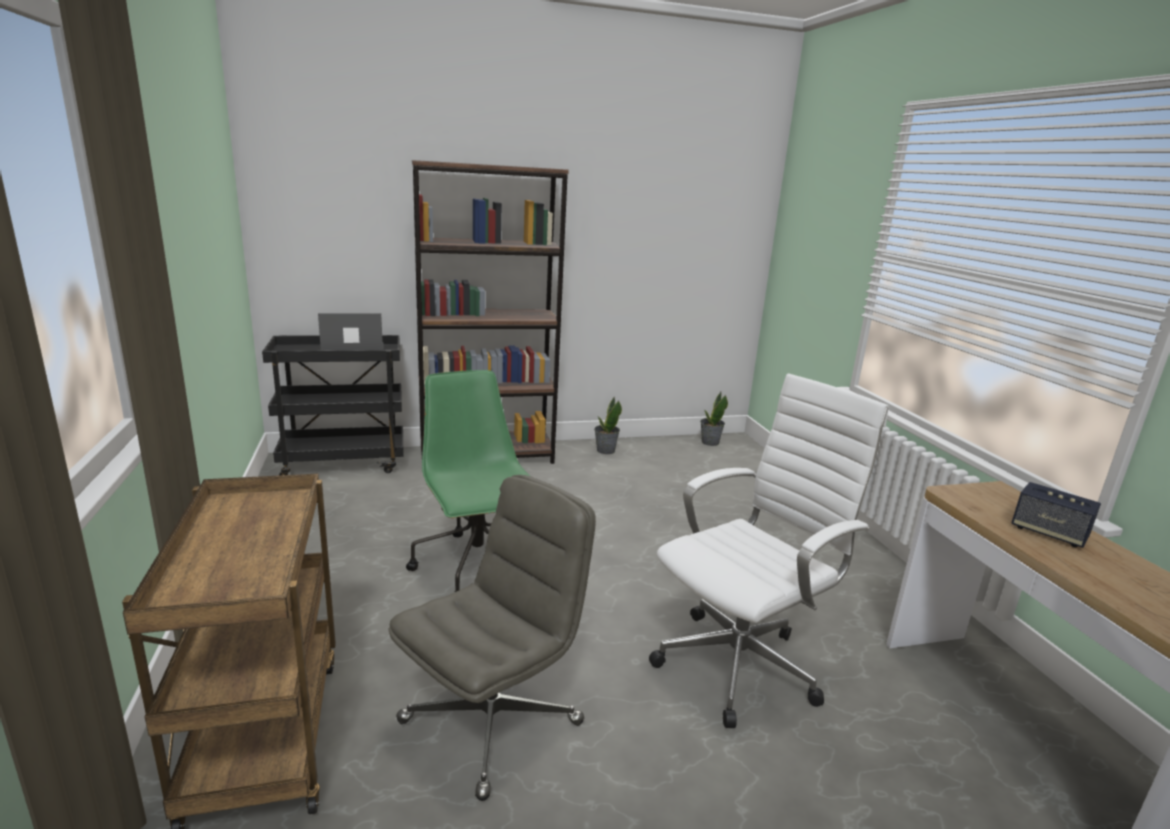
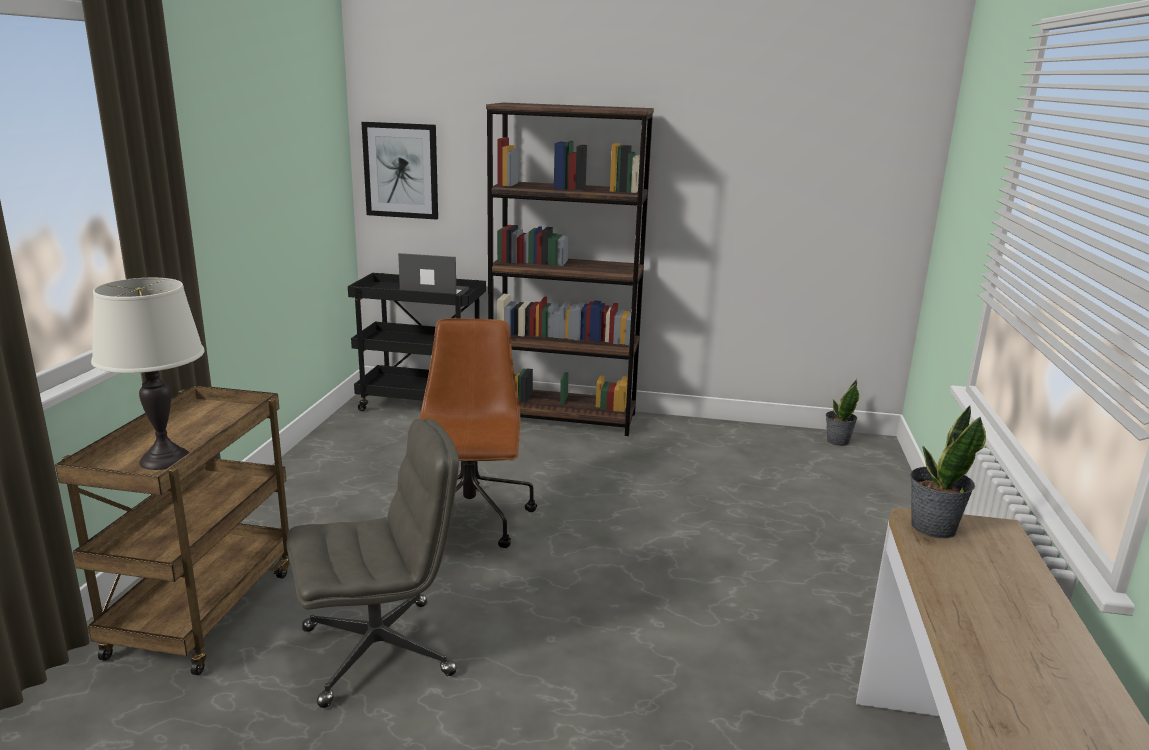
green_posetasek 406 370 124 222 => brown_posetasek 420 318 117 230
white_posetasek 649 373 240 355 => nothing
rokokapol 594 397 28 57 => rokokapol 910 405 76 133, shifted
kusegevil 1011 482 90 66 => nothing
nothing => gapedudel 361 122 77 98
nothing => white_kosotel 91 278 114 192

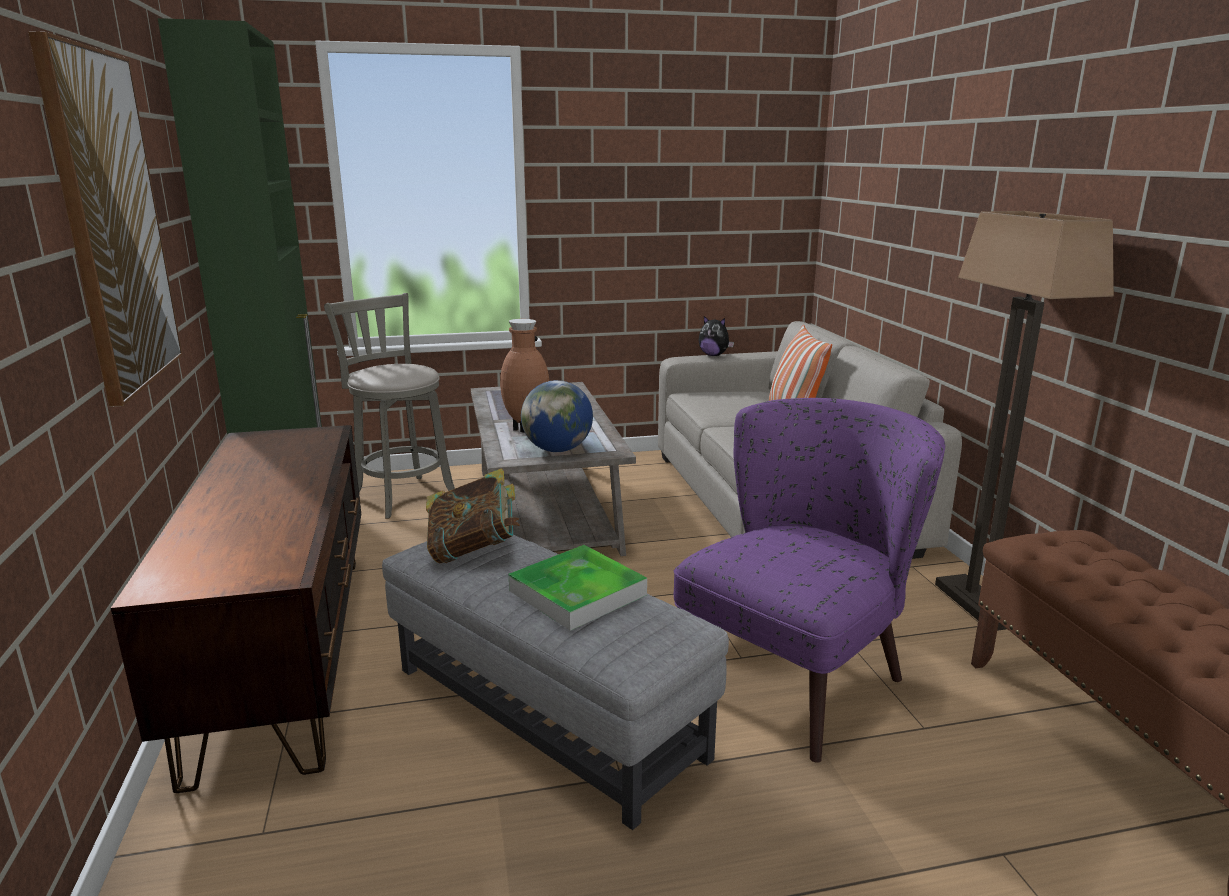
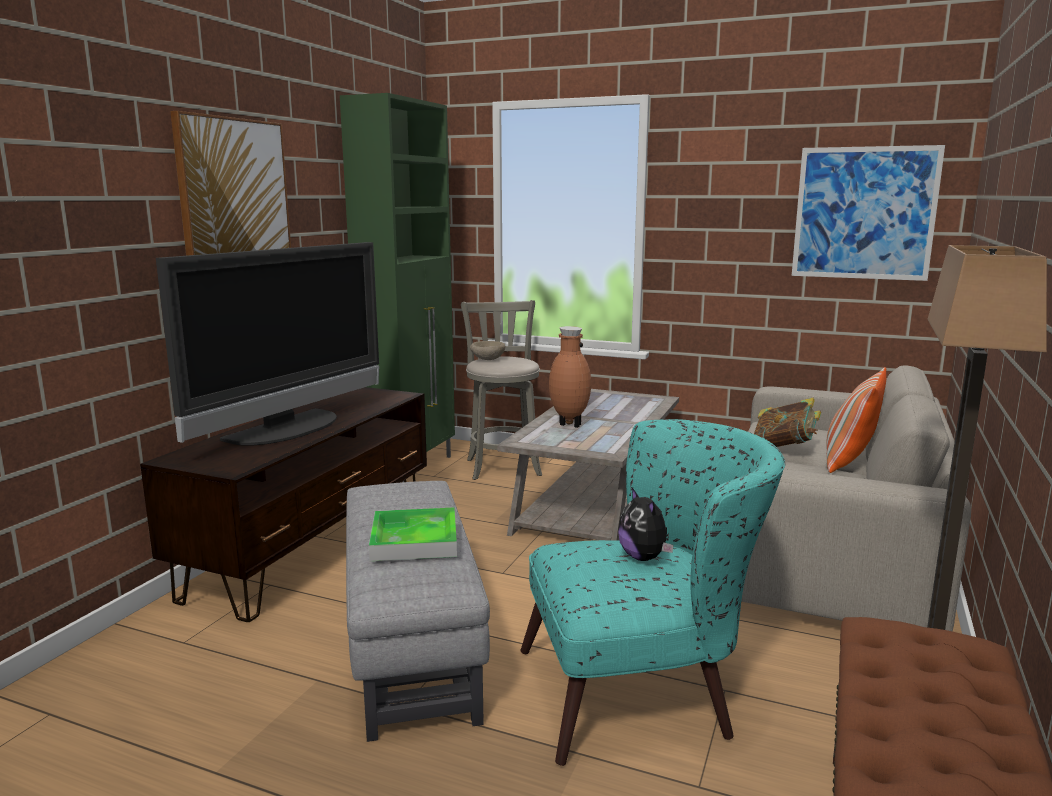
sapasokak 699 316 35 40 => sapasokak 618 488 56 73, shifted
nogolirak 521 380 72 72 => nothing
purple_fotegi 674 398 271 365 => turquoise_fotegi 521 419 264 347
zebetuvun 426 468 94 95 => zebetuvun 754 398 67 49, shifted
nothing => gapedudel 792 145 153 136
nothing => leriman 156 242 223 204
nothing => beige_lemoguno 470 341 35 19

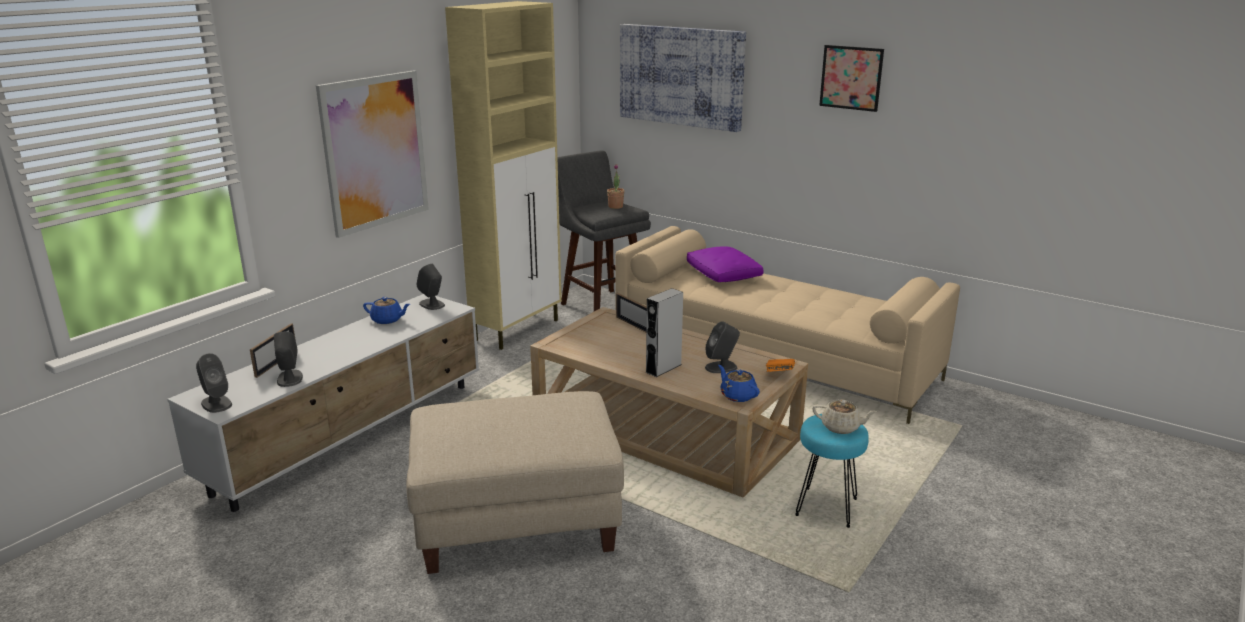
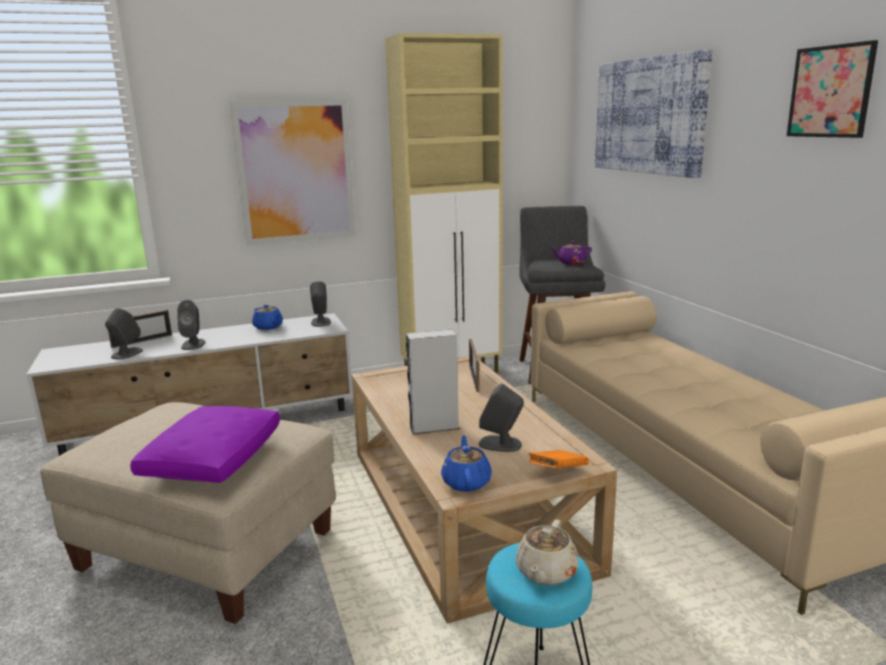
rokokapol 607 164 17 45 => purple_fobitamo 552 241 40 24
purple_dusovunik 687 246 77 36 => purple_dusovunik 130 406 150 77, shifted
grey_kusegevil 196 353 36 60 => grey_kusegevil 177 300 28 50, shifted
beige_fobitamo 812 399 65 35 => beige_fobitamo 516 519 62 66, 60 degrees clockwise

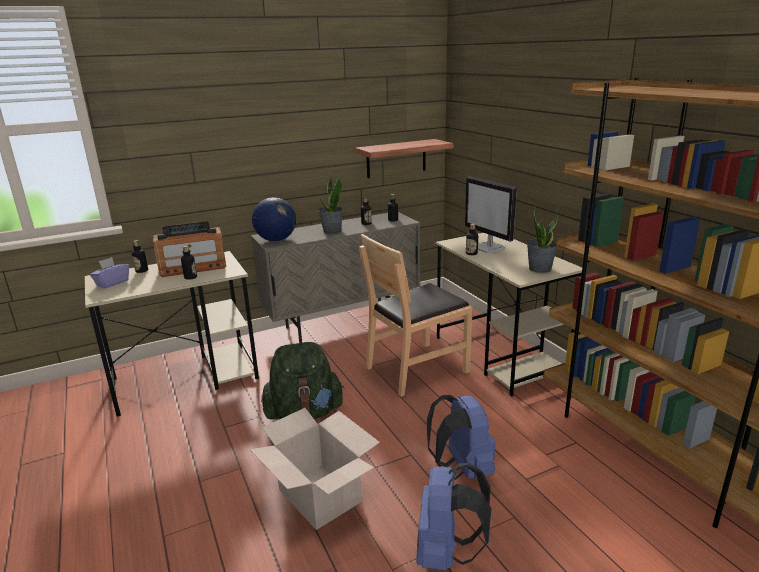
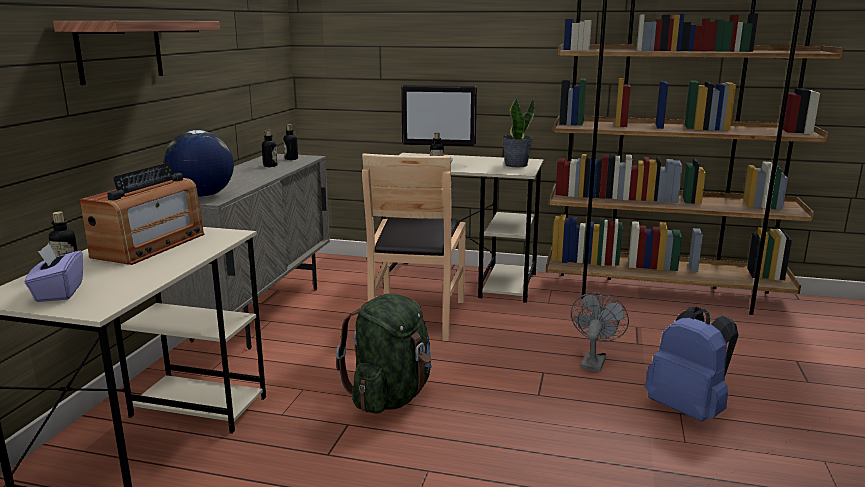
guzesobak 355 139 98 39 => guzesobak 53 21 167 64, shifted
rokokapol 318 176 25 58 => nothing
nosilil 181 246 16 34 => nothing
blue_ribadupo 427 395 68 85 => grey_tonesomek 571 292 58 80
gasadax 250 408 130 122 => nothing

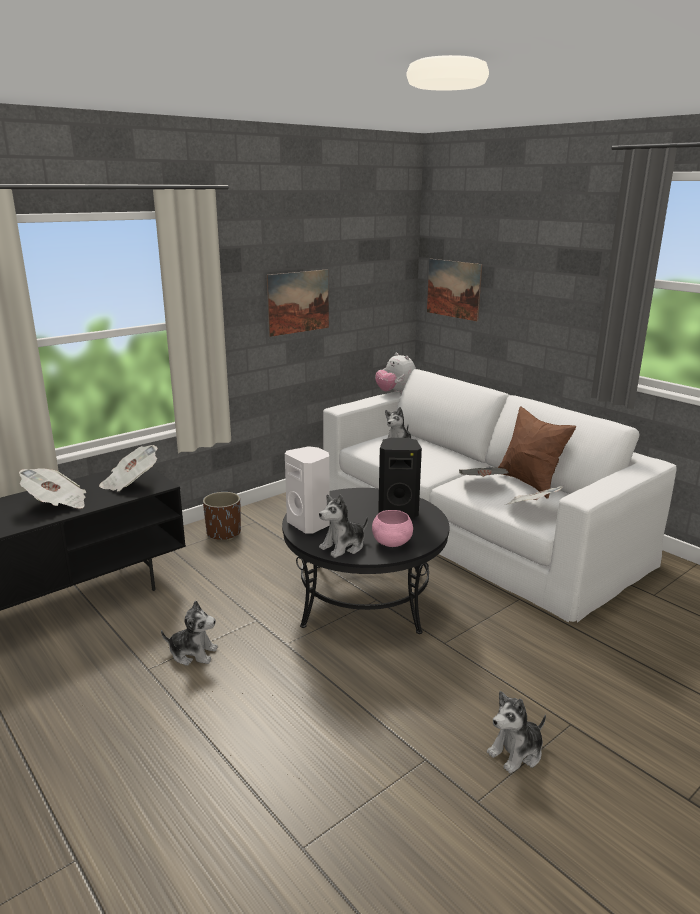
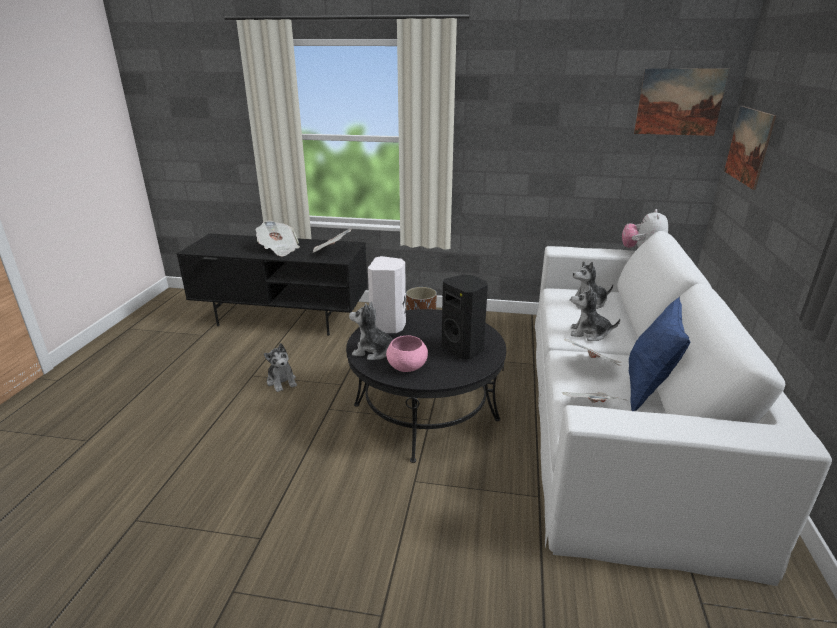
gapedudel 267 269 62 68 => gapedudel 634 68 96 68, shifted
brown_dusovunik 498 406 78 93 => blue_dusovunik 629 297 61 114
sapasokak 487 691 59 83 => sapasokak 571 287 49 54, shifted

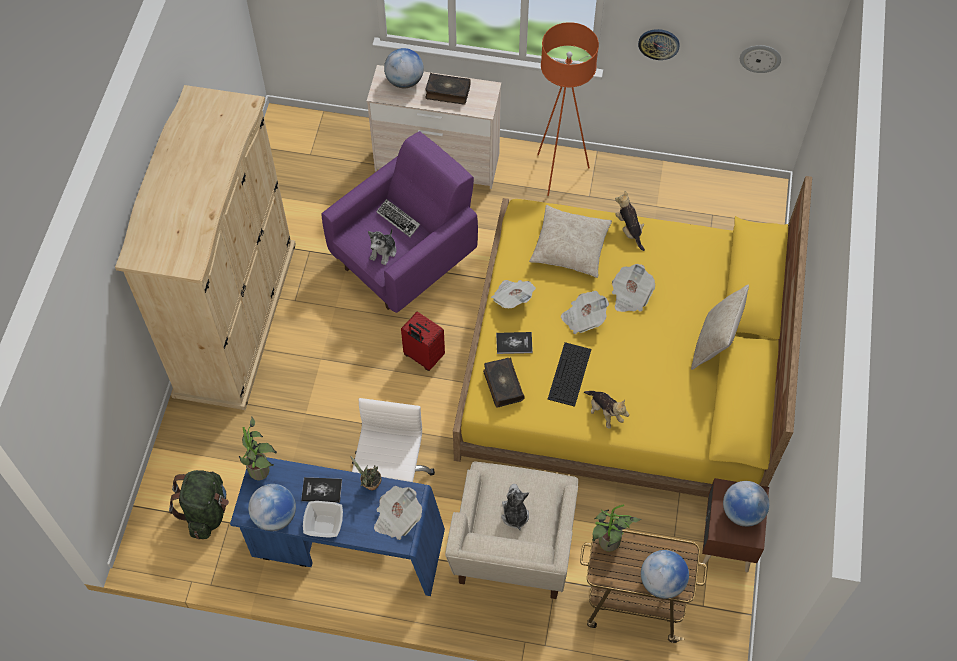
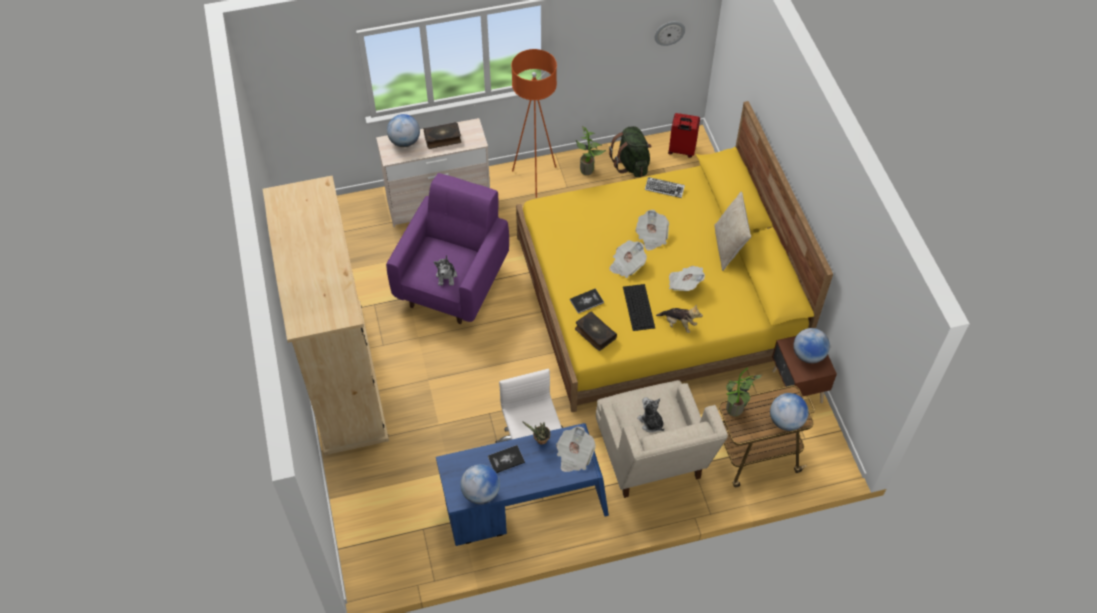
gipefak 638 29 41 31 => nothing
sapasokak 615 191 30 60 => nothing
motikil 376 199 44 38 => motikil 645 177 40 21, shifted
beige_dusovunik 529 205 83 73 => nothing
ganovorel 491 280 45 28 => ganovorel 669 266 36 25, shifted
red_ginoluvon 401 312 44 59 => red_ginoluvon 668 113 32 45, shifted
rokokapol 239 416 38 64 => rokokapol 576 126 30 49, shifted
green_ribadupo 169 470 60 69 => green_ribadupo 609 126 43 51, shifted
lemoguno 303 501 40 37 => nothing

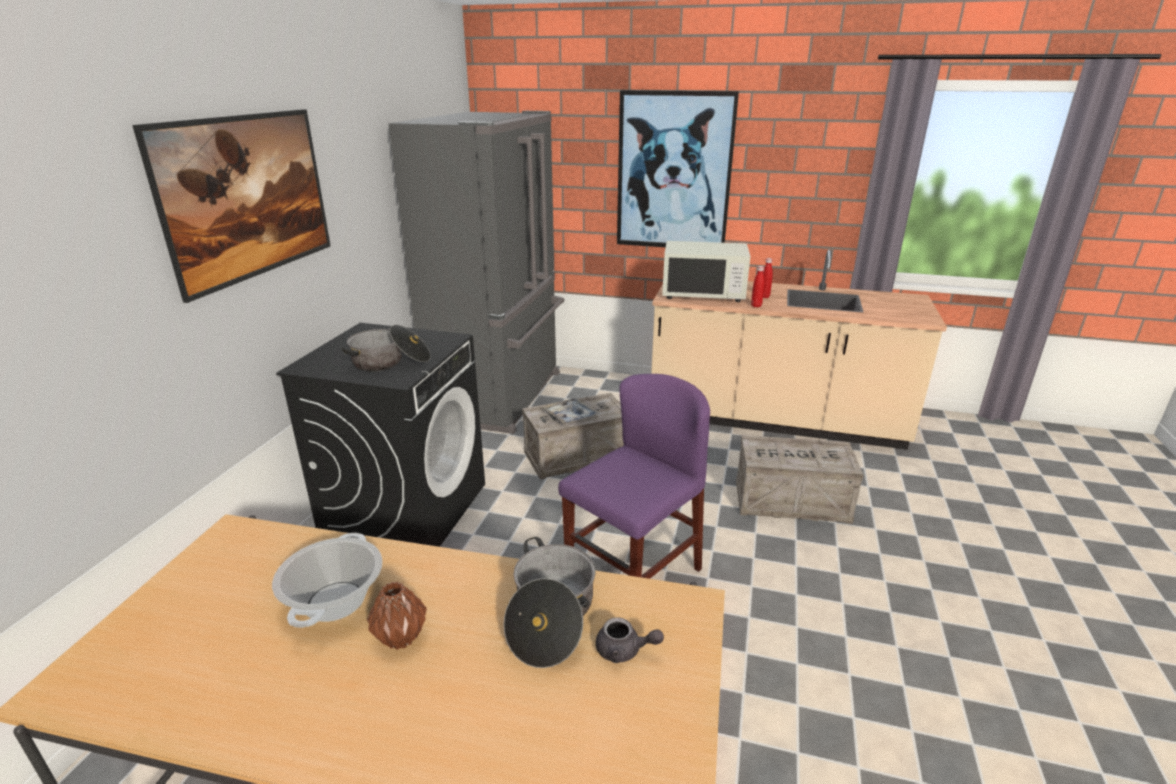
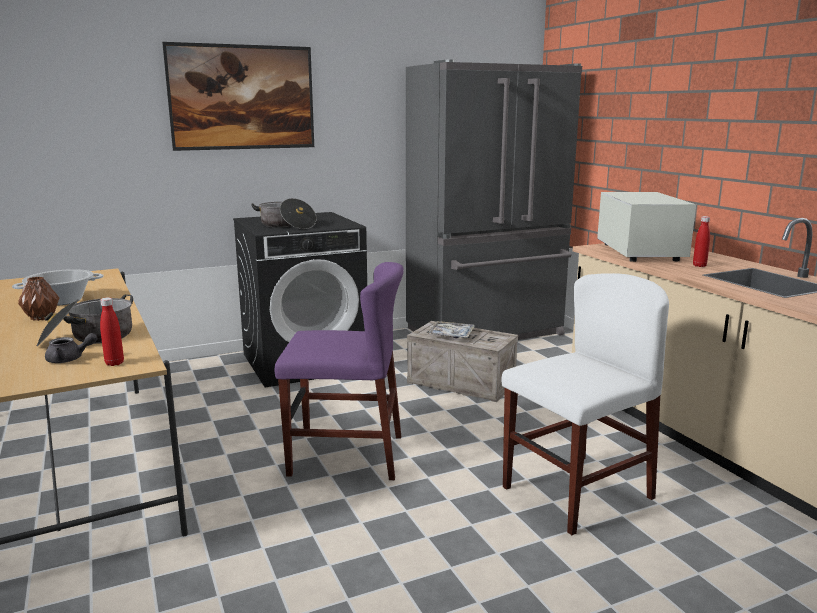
gapedudel 617 90 122 157 => nothing
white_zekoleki 662 241 88 61 => white_zekoleki 597 192 99 70, 150 degrees counterclockwise
red_nosilil 751 266 13 42 => red_nosilil 100 298 24 68, shifted
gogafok 736 435 128 89 => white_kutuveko 501 273 168 262
grey_fobitamo 596 617 68 46 => grey_fobitamo 45 333 52 30, 75 degrees counterclockwise

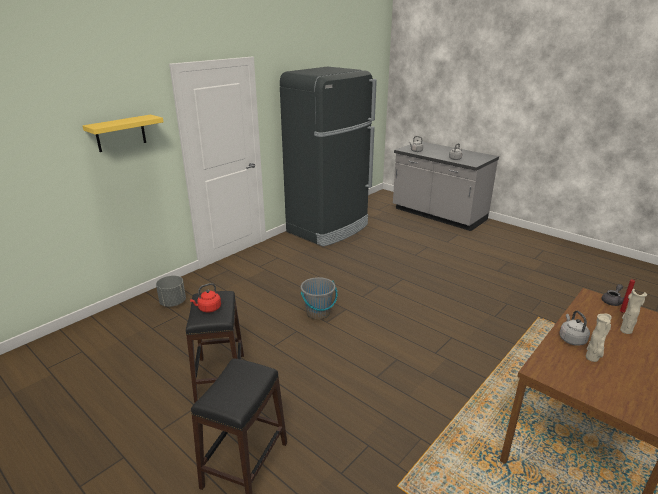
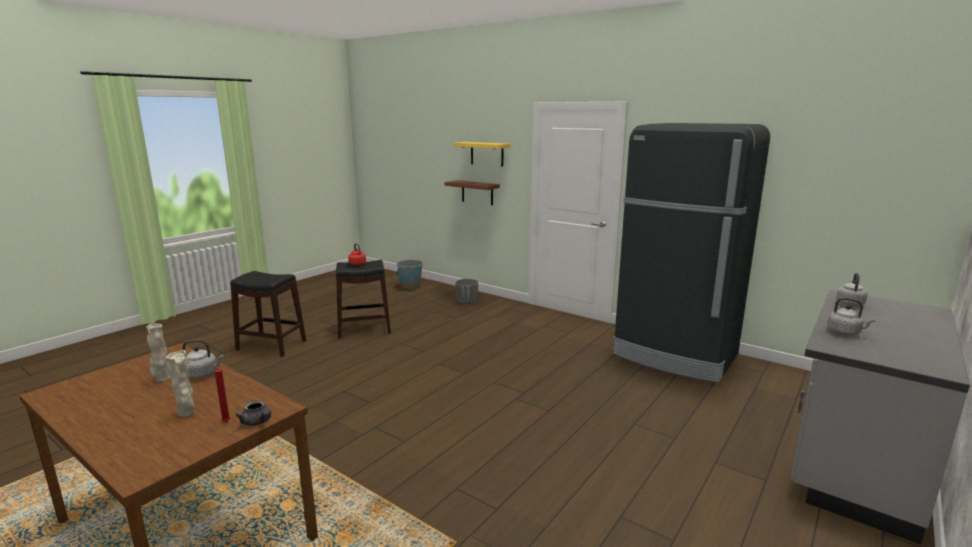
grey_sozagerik 301 277 36 43 => grey_sozagerik 397 260 27 29, shifted
nothing => brown_guzesobak 445 180 55 25

